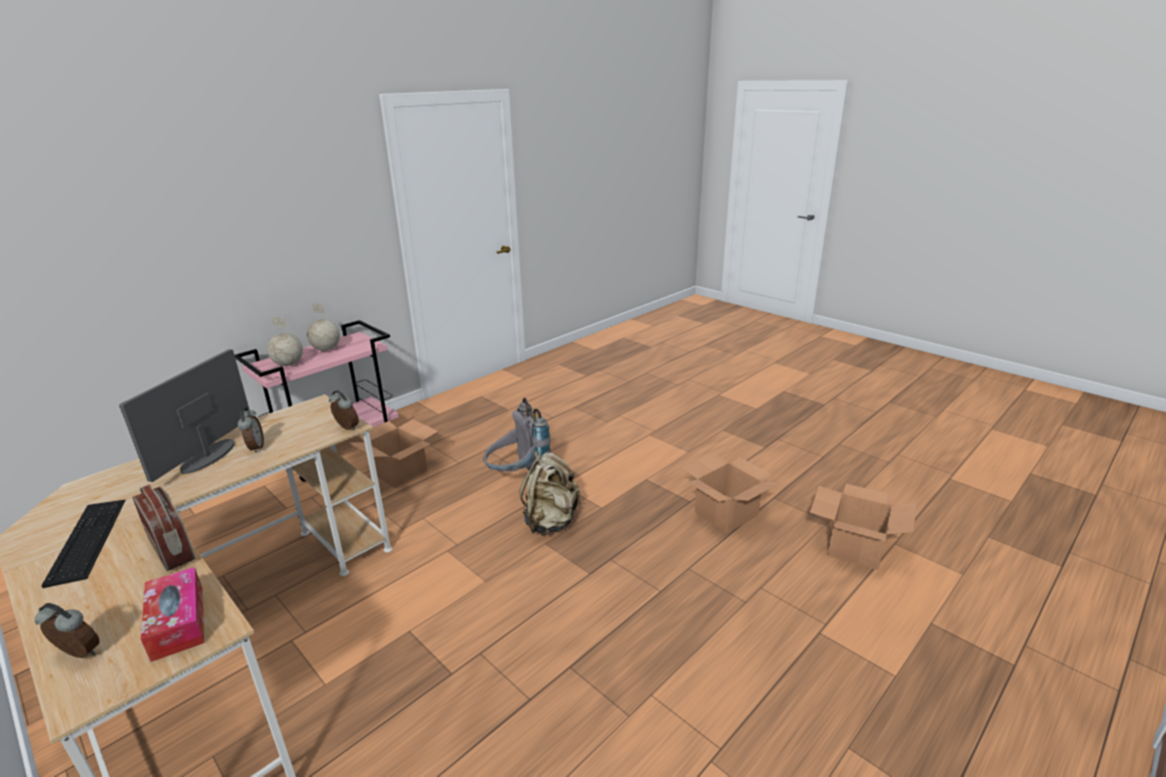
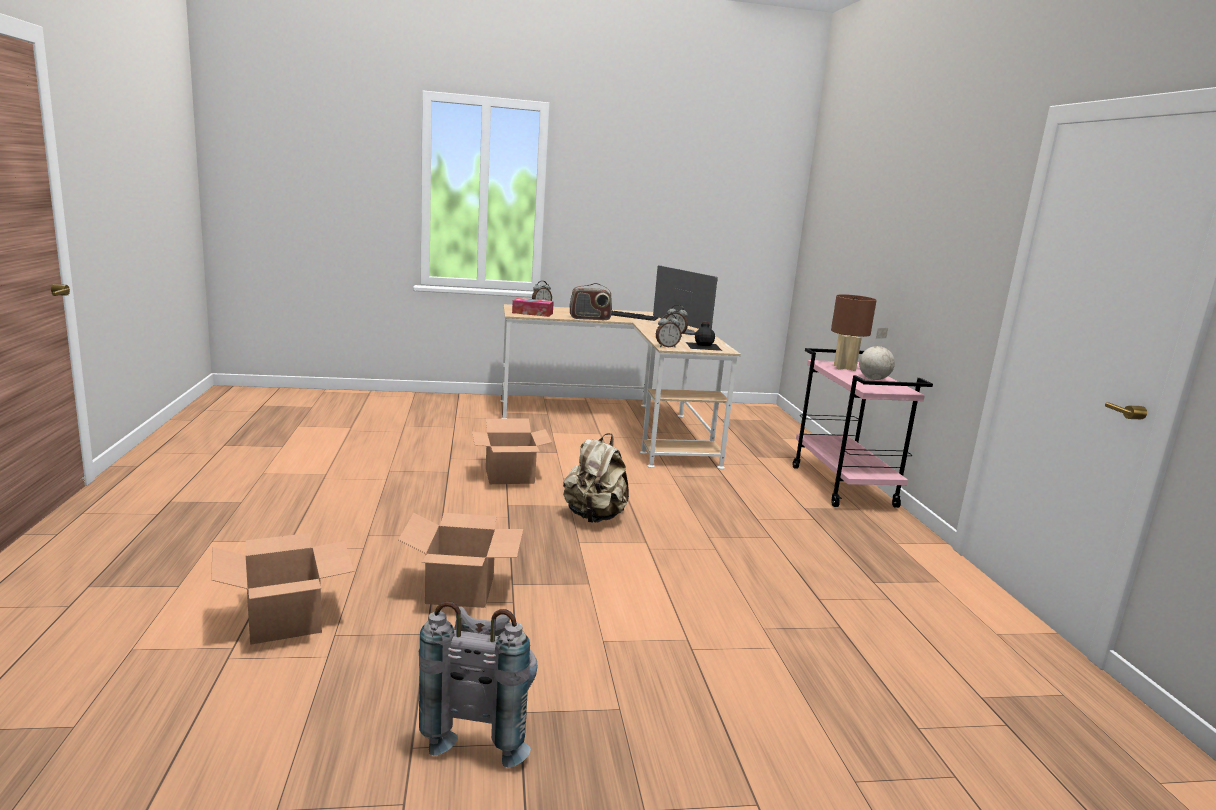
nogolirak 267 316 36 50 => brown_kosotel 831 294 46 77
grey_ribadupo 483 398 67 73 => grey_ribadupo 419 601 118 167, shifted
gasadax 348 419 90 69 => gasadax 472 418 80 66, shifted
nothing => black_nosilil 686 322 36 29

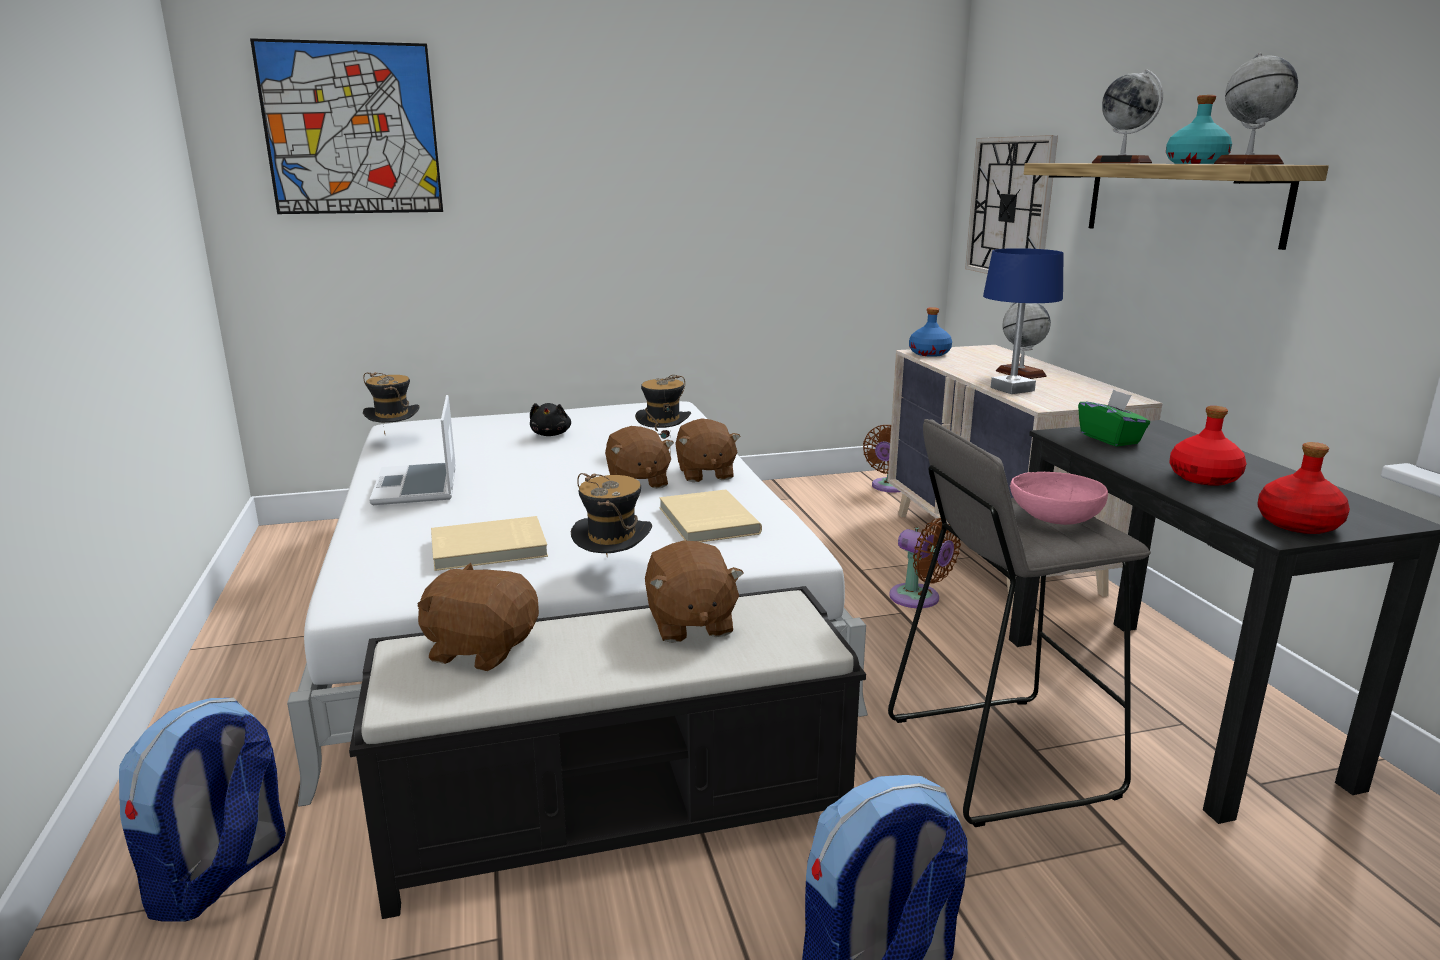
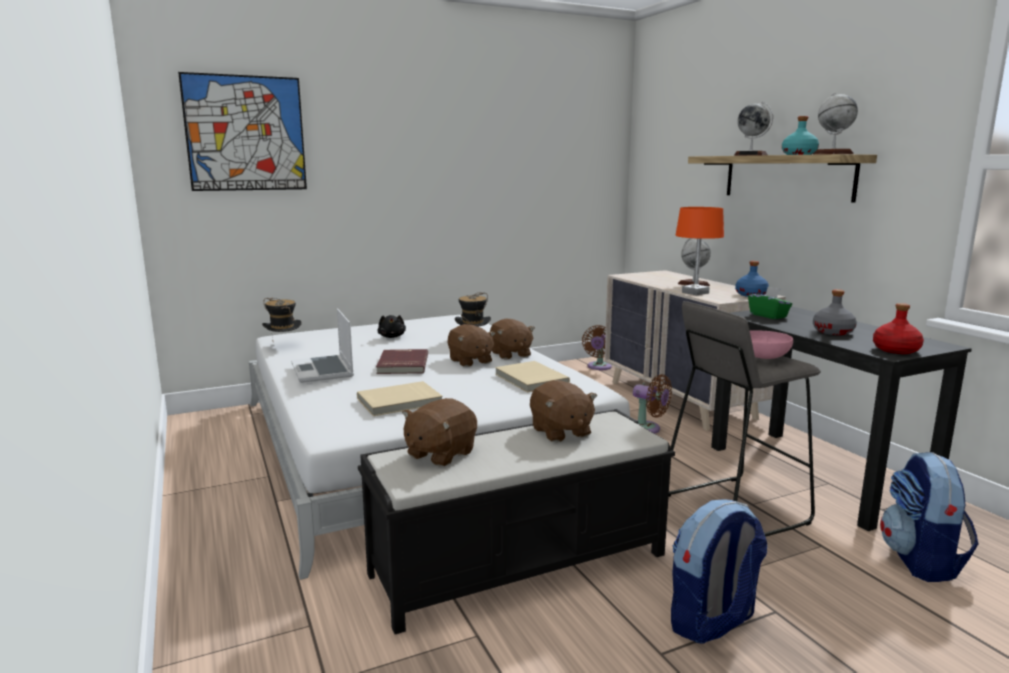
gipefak 965 135 93 139 => nothing
blue_kosotel 983 248 81 146 => orange_kosotel 676 207 48 88
blue_nosilil 909 307 43 50 => blue_nosilil 735 261 34 36, shifted
red_nosilil 1170 406 77 80 => grey_nosilil 813 289 44 46
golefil 571 473 81 82 => nothing
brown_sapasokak 417 562 122 109 => brown_sapasokak 402 398 75 69, 60 degrees counterclockwise
ribadupo 119 698 167 224 => ribadupo 880 452 99 130, shifted
nothing => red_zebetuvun 376 349 52 25

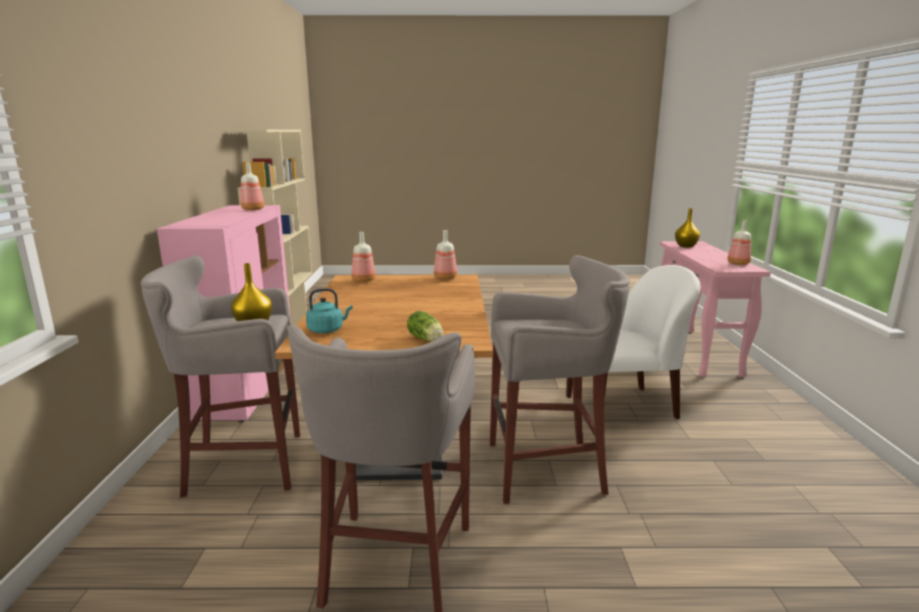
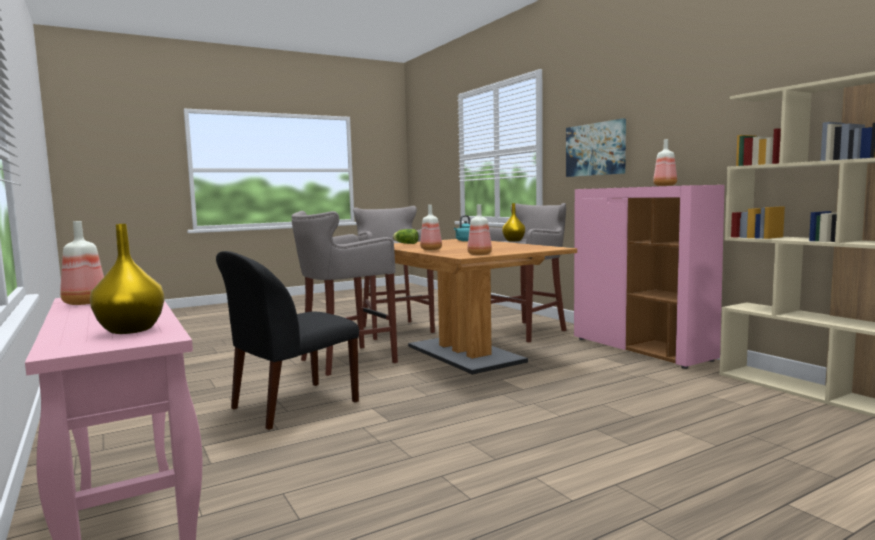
nosilil 351 232 25 50 => nosilil 420 205 22 45, shifted
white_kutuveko 566 265 134 154 => black_kutuveko 216 251 143 179
nothing => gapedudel 566 119 60 58

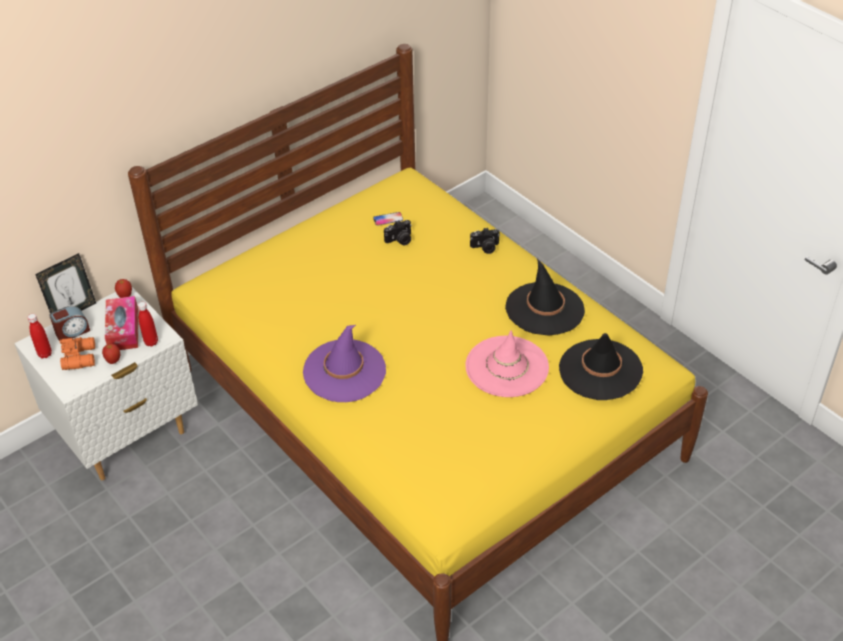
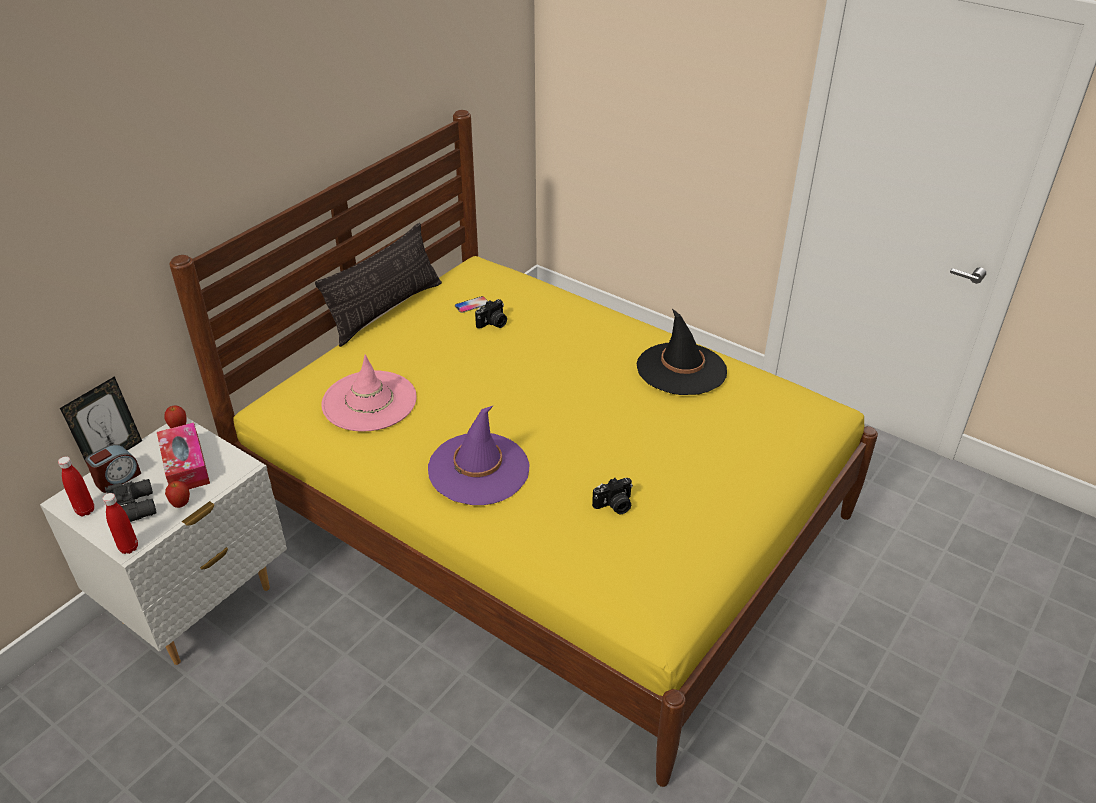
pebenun 470 228 30 26 => pebenun 592 478 41 36, shifted
red_nosilil 138 302 20 45 => red_nosilil 102 493 36 61, shifted
pink_golefil 465 330 84 67 => pink_golefil 321 355 95 77, shifted
black_golefil 559 333 84 67 => nothing
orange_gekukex 60 337 35 33 => black_gekukex 105 479 52 43
nothing => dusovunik 315 223 127 124

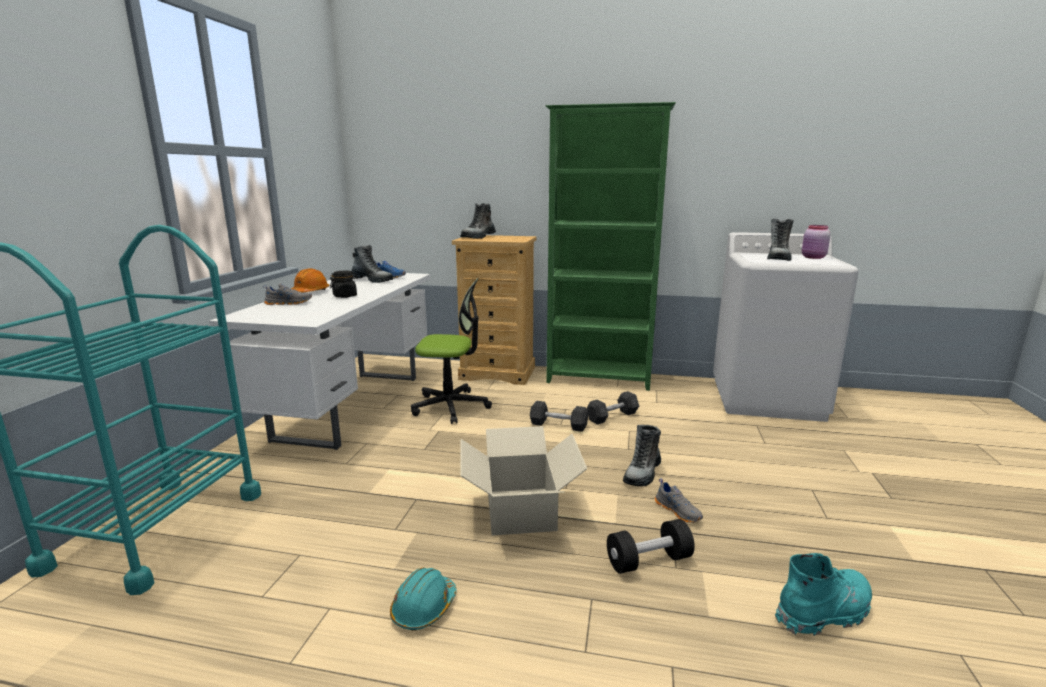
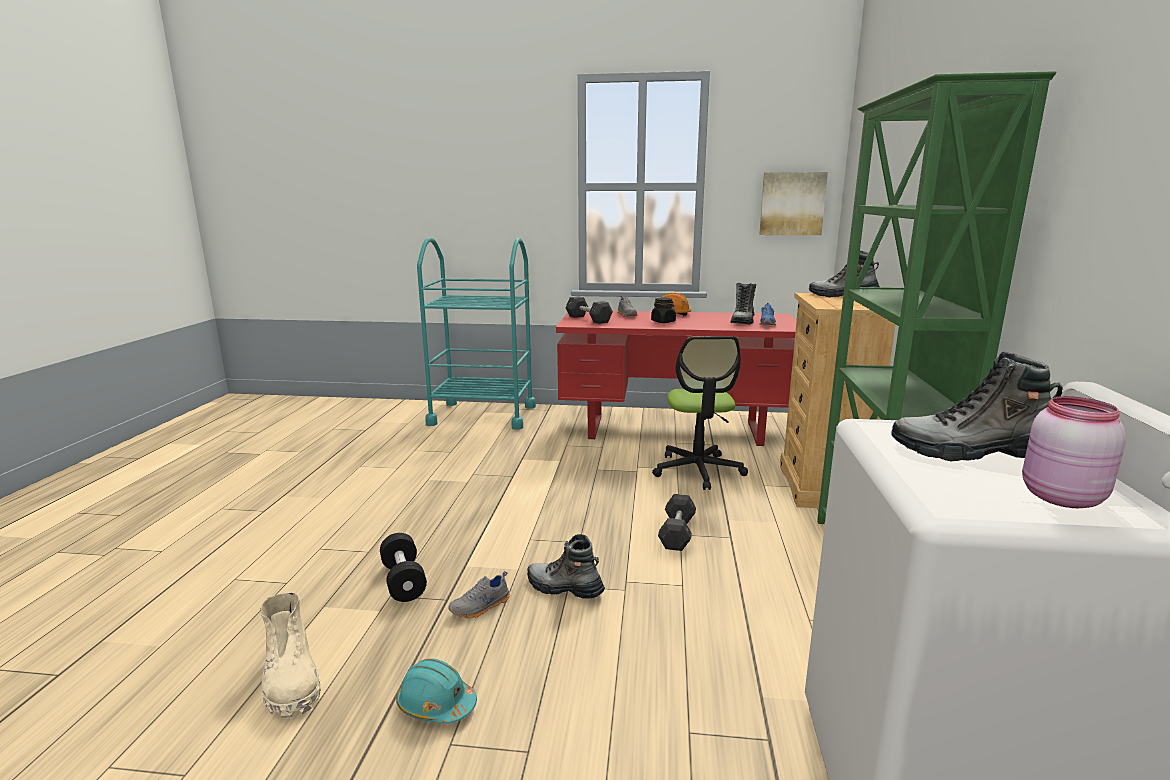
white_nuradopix 209 273 222 177 => red_nuradopix 556 311 241 135
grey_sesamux 586 391 53 34 => grey_sesamux 565 296 48 28, shifted
gasadax 460 426 127 110 => nothing
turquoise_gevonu 775 553 97 83 => beige_gevonu 260 593 61 125
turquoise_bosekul 390 567 67 64 => turquoise_bosekul 396 659 81 65, shifted
nothing => gapedudel 759 172 69 63

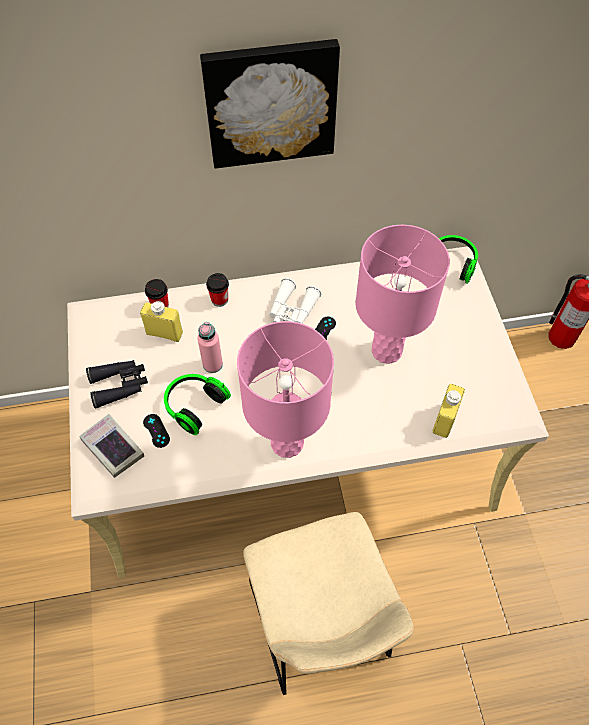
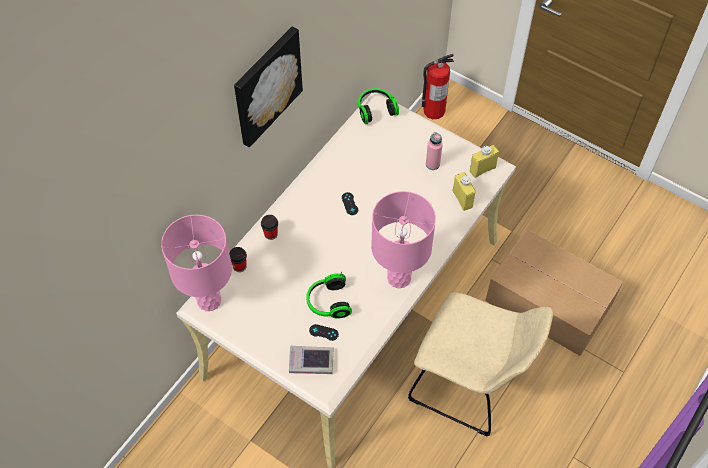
pink_kosotel 355 225 95 139 => pink_kosotel 161 215 71 96, shifted
white_gekukex 269 278 52 46 => nothing
yellow_nosilil 140 301 43 41 => yellow_nosilil 470 145 29 33, shifted
pink_nosilil 197 322 26 51 => pink_nosilil 426 132 17 38, shifted
black_gekukex 86 360 62 48 => nothing
nothing => gasadax 485 229 138 127

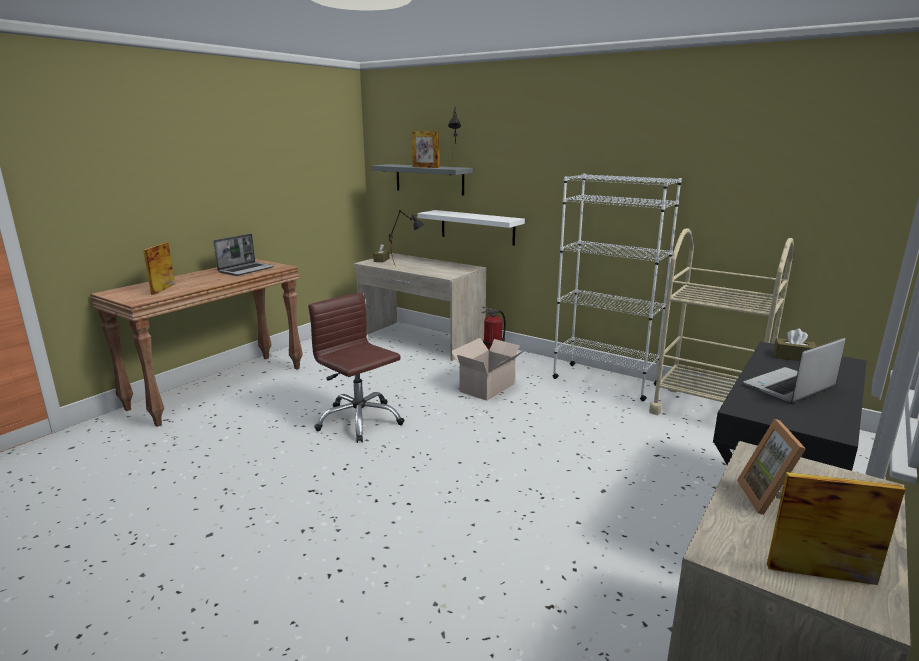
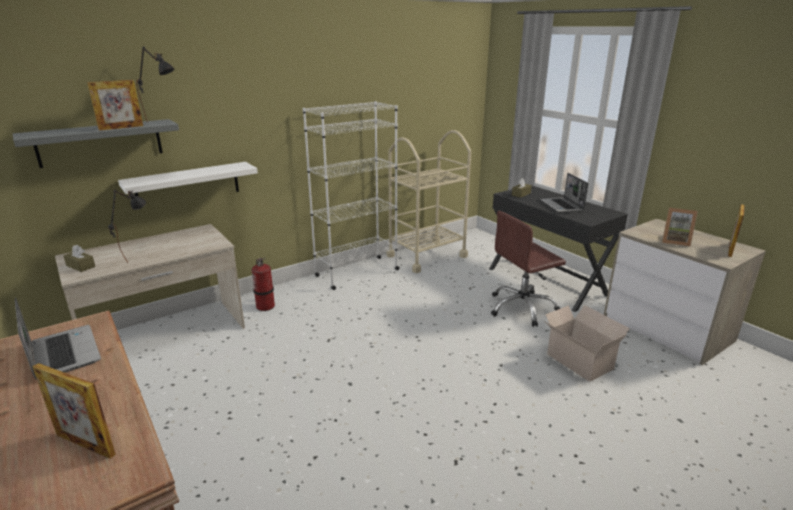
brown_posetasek 308 292 97 151 => brown_posetasek 491 211 75 116, shifted
gasadax 451 338 74 63 => gasadax 544 305 86 77, shifted

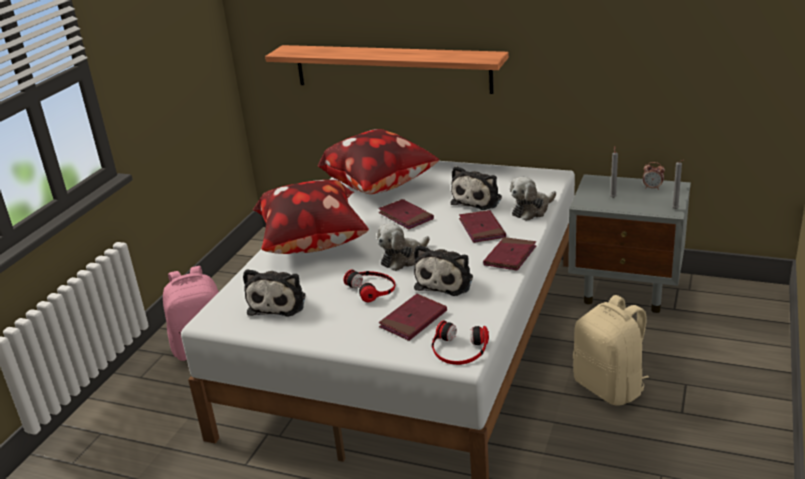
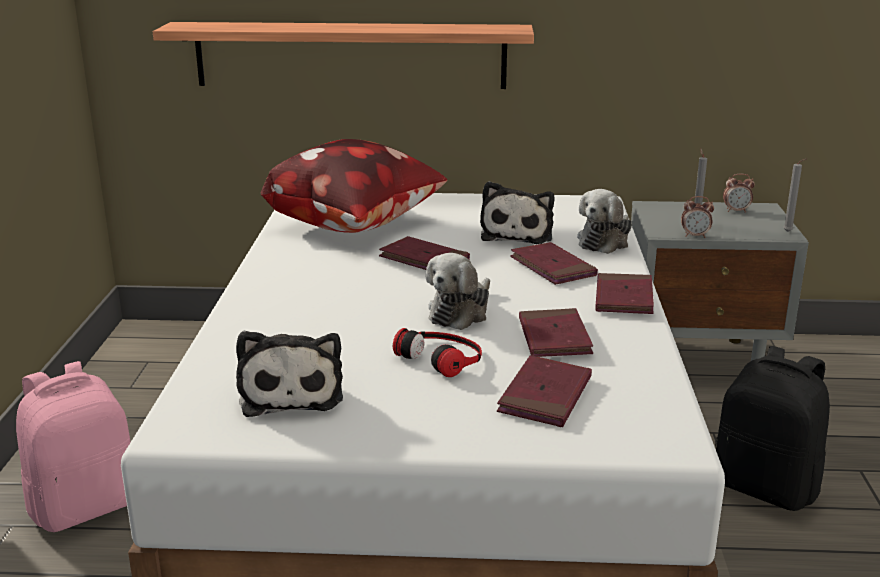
dusovunik 253 180 116 74 => nothing
sapasokak 414 245 59 51 => red_zebetuvun 519 308 74 49
beige_ribadupo 573 295 76 111 => black_ribadupo 715 346 115 165
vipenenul 432 320 57 45 => nothing
nothing => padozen 681 196 33 42

